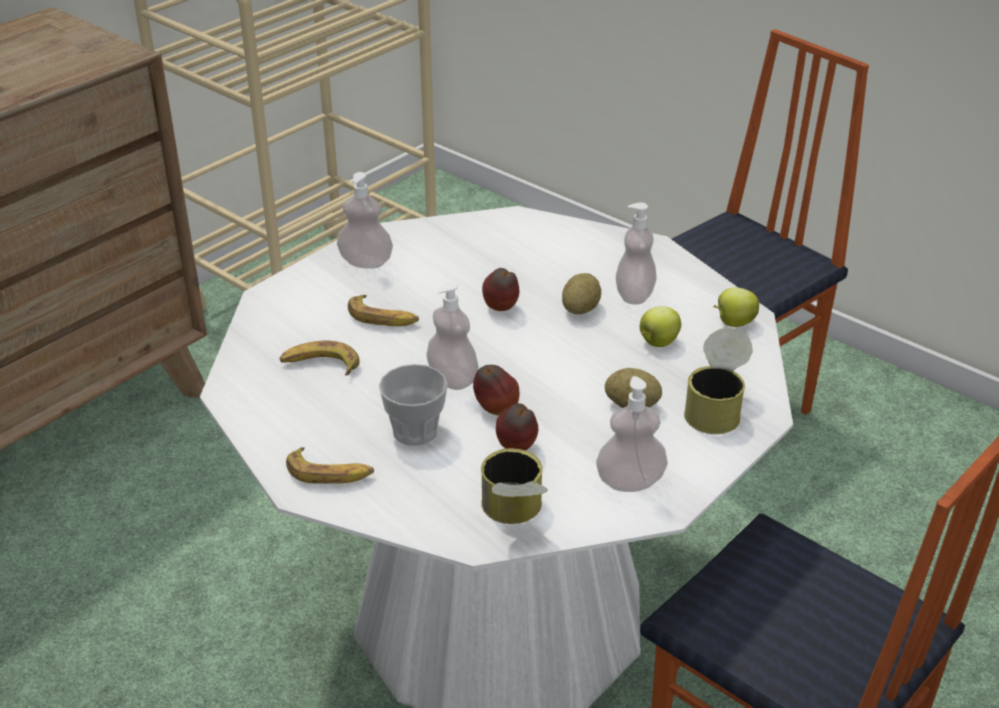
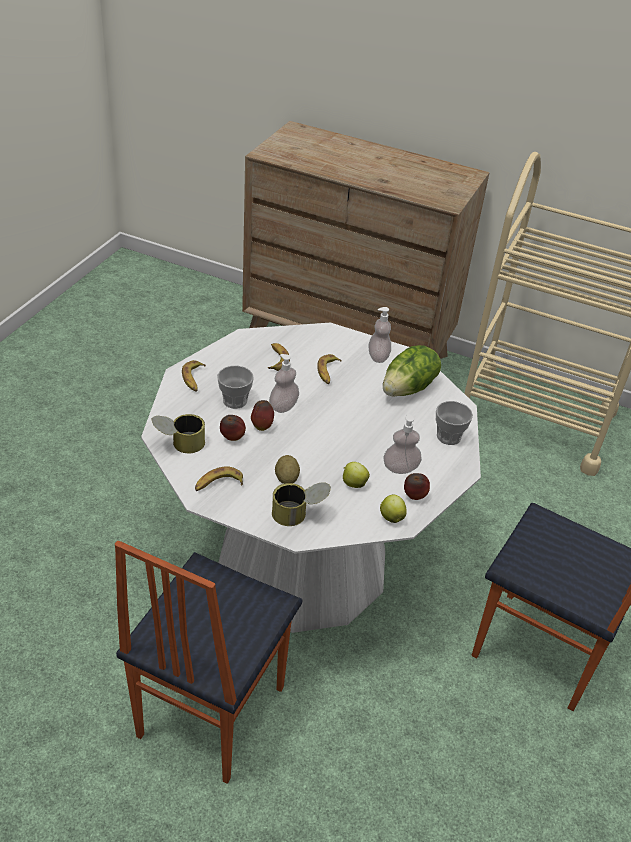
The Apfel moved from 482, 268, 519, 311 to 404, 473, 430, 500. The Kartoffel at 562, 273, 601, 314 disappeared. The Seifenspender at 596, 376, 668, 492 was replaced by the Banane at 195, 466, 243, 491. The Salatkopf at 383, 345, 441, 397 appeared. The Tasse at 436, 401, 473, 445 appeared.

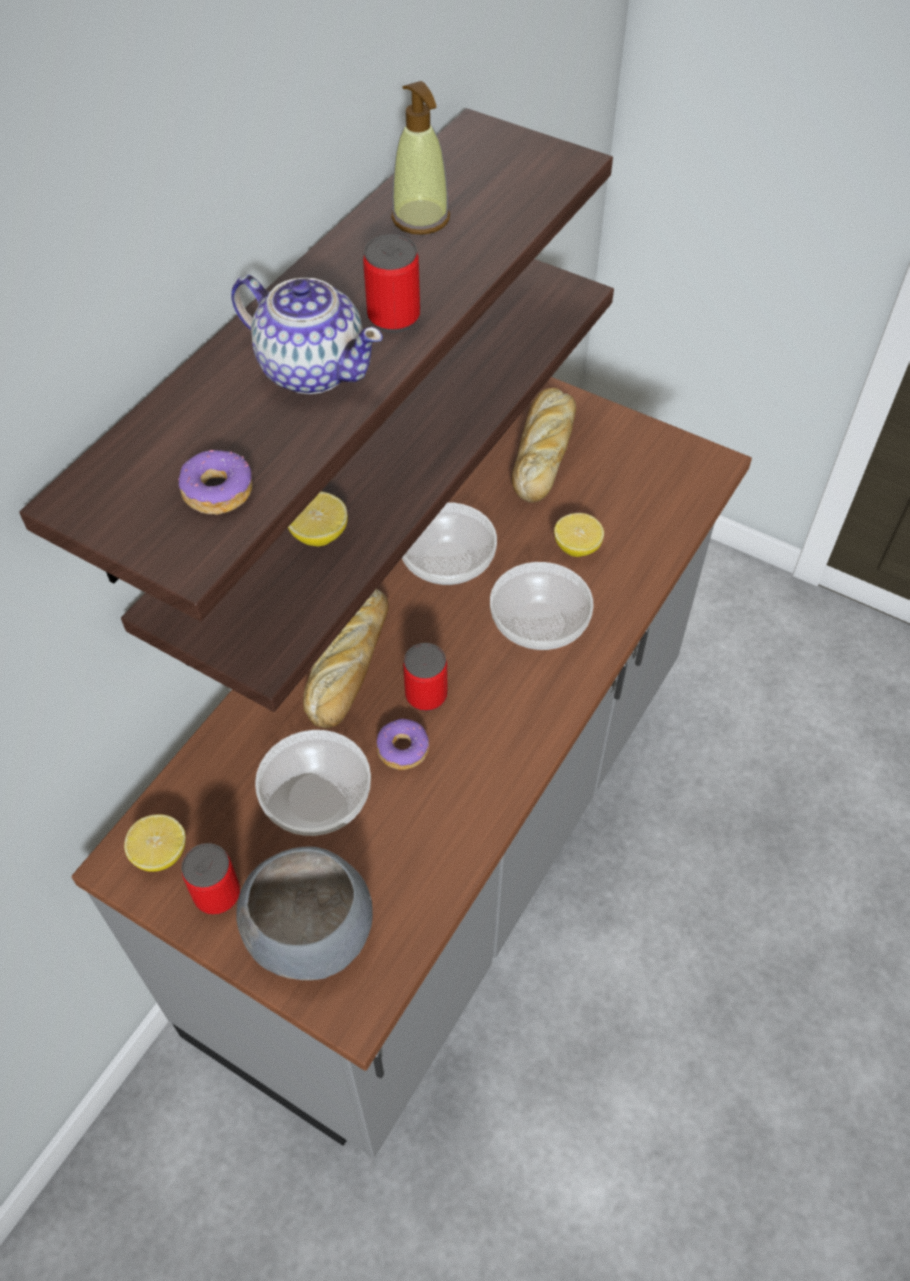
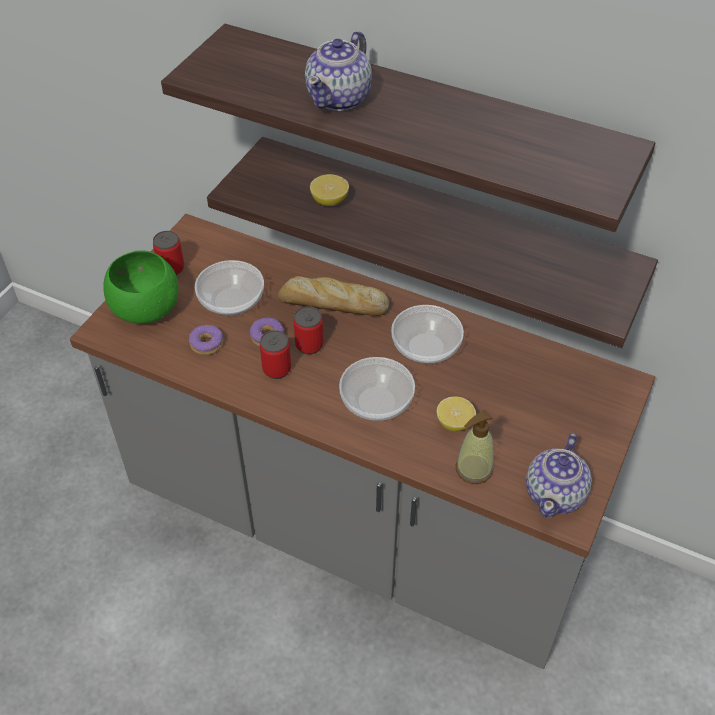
The Zitrone at 124, 814, 186, 872 disappeared. The Donut moved from 177, 450, 252, 515 to 189, 325, 223, 355. The Schüssel [grau] at 236, 847, 373, 980 became the Schüssel [grün] at 103, 250, 179, 324. The Dose moved from 363, 234, 420, 333 to 260, 330, 291, 379. The Seifenspender moved from 391, 81, 450, 235 to 456, 410, 494, 484. The Brot at 512, 388, 576, 503 disappeared. The Teekanne at 526, 433, 592, 518 appeared.

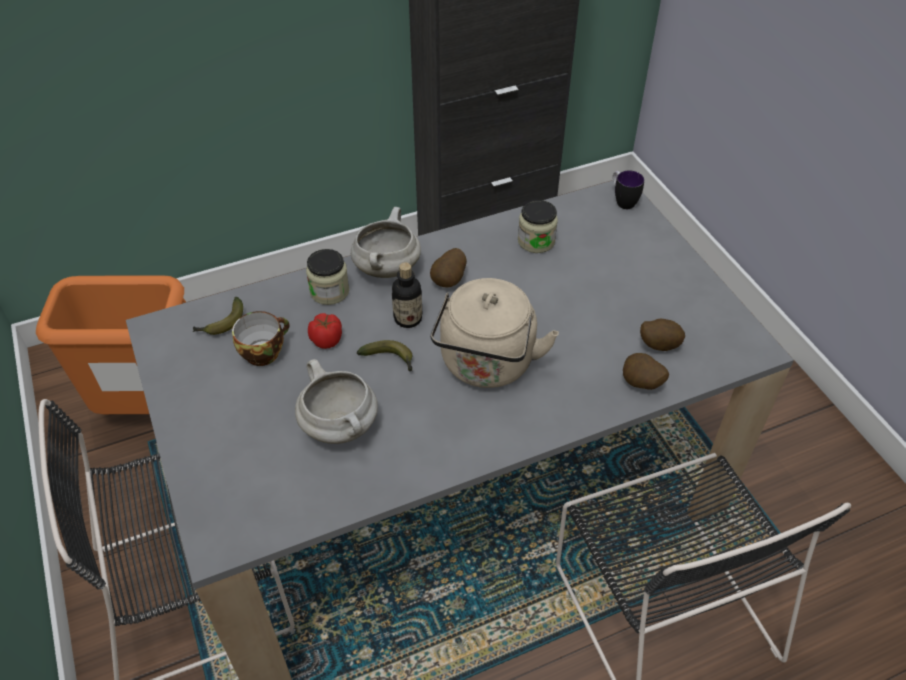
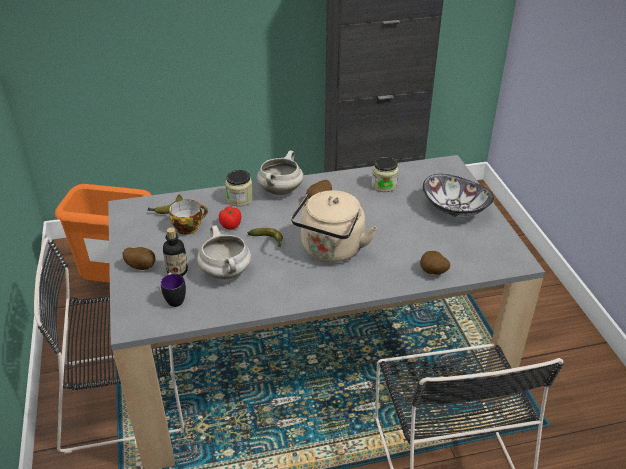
The Flasche moved from 392, 262, 422, 328 to 163, 227, 188, 276. The Henkelbecher moved from 613, 171, 644, 209 to 161, 273, 186, 307. The Kartoffel moved from 640, 319, 685, 351 to 122, 247, 156, 270. The Schüssel at 423, 174, 494, 217 appeared.

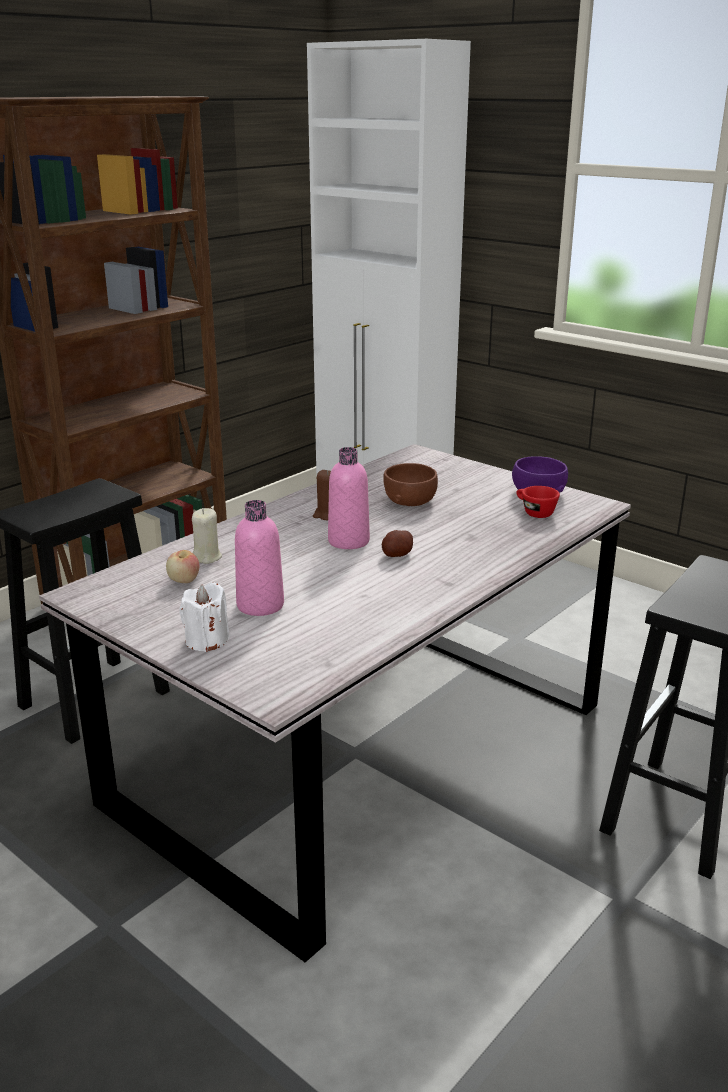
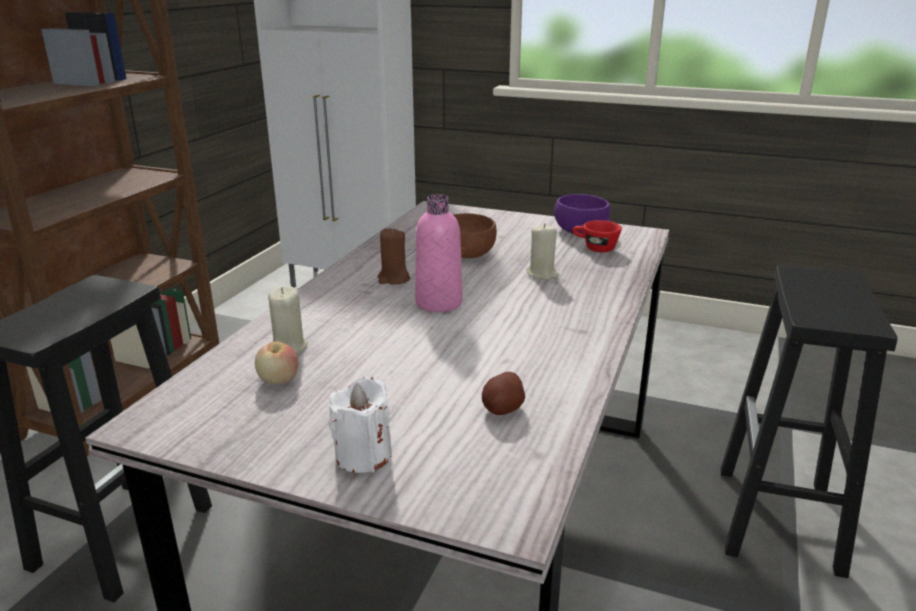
The Flasche [rosa] at 235, 500, 284, 616 disappeared. The Kartoffel moved from 382, 530, 413, 557 to 482, 372, 525, 415. The Kerze [beige] at 527, 223, 559, 280 appeared.

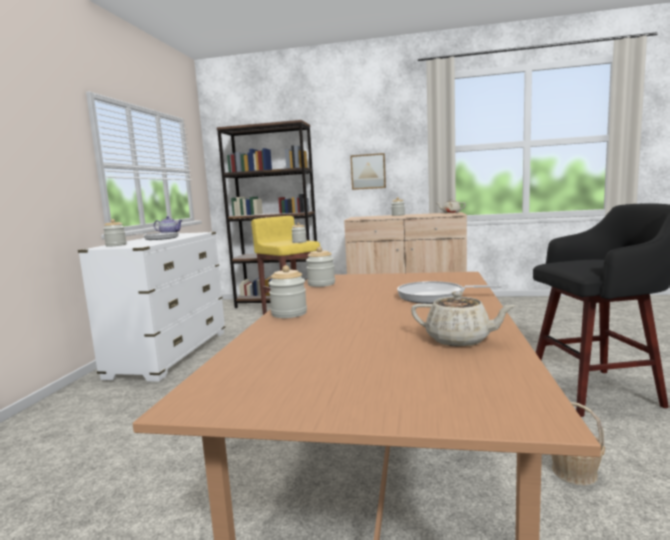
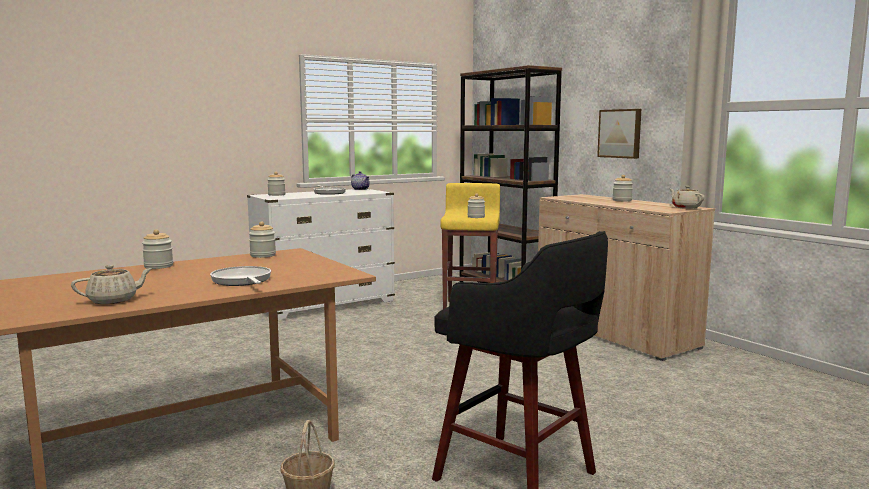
The Teekanne [beige] at 411, 291, 516, 347 turned 105 degrees counterclockwise.

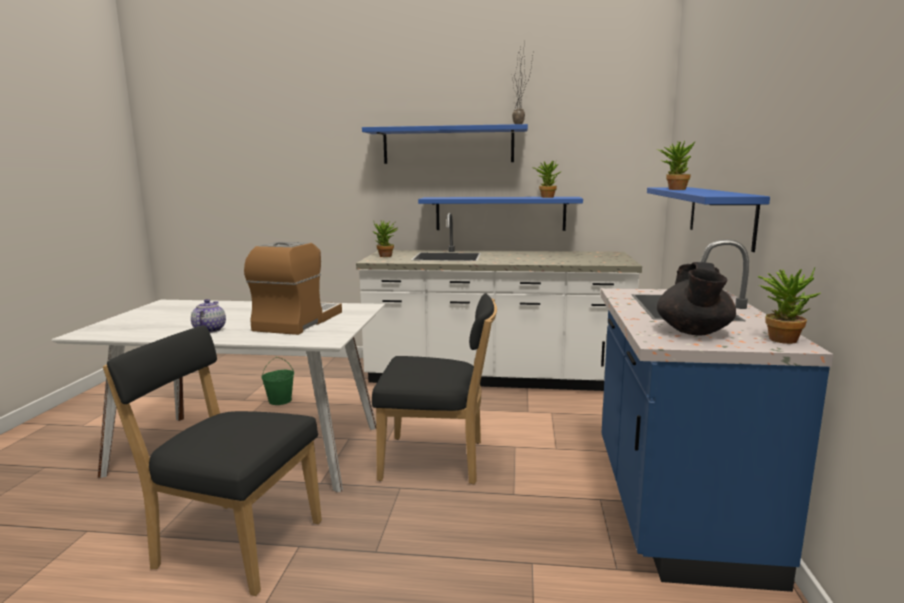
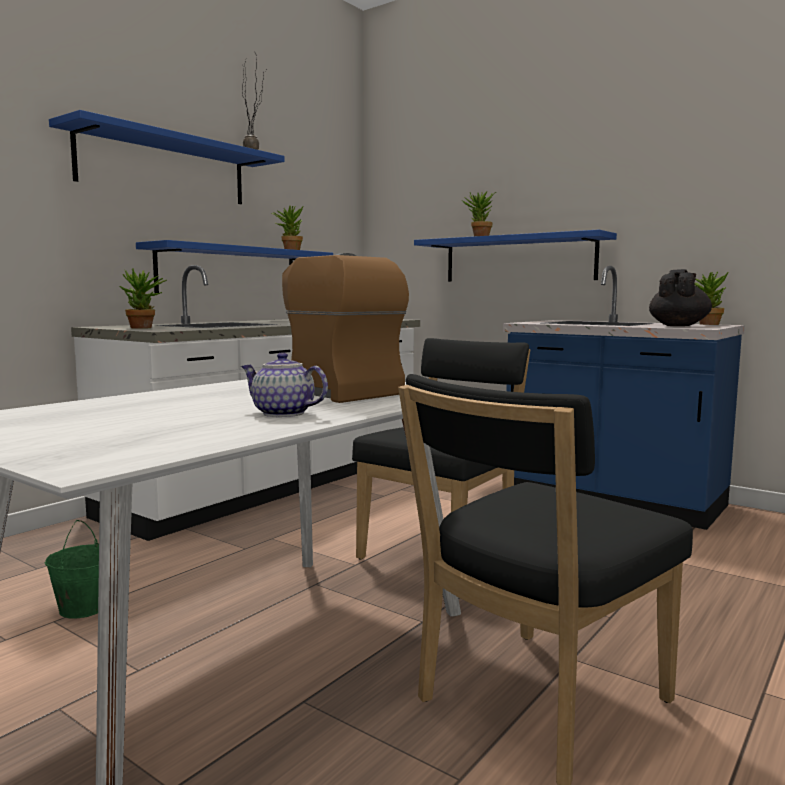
The Teekanne [schwarz] at 657, 262, 736, 336 turned 105 degrees counterclockwise.

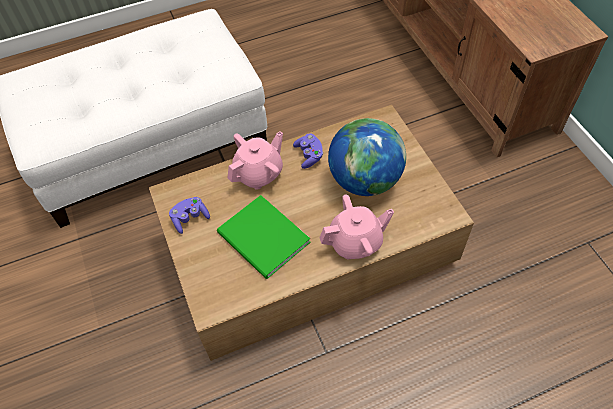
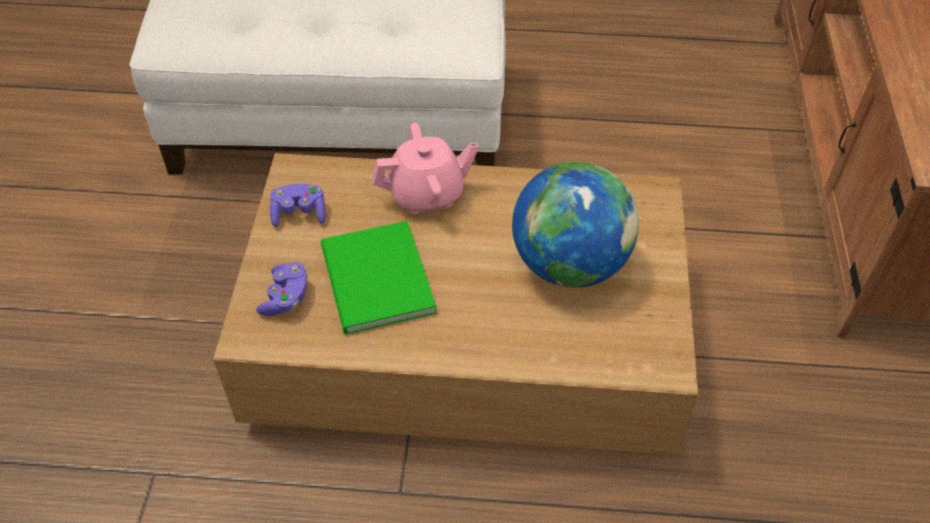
The Gamepad [lila] moved from 293, 133, 323, 169 to 256, 262, 308, 316. The Teekanne [rosa] at 319, 195, 394, 259 disappeared.

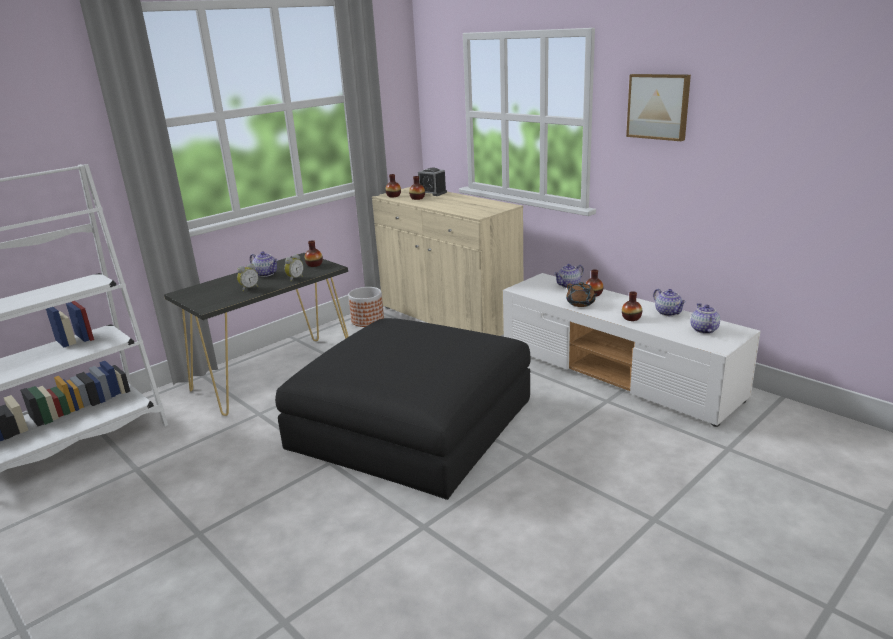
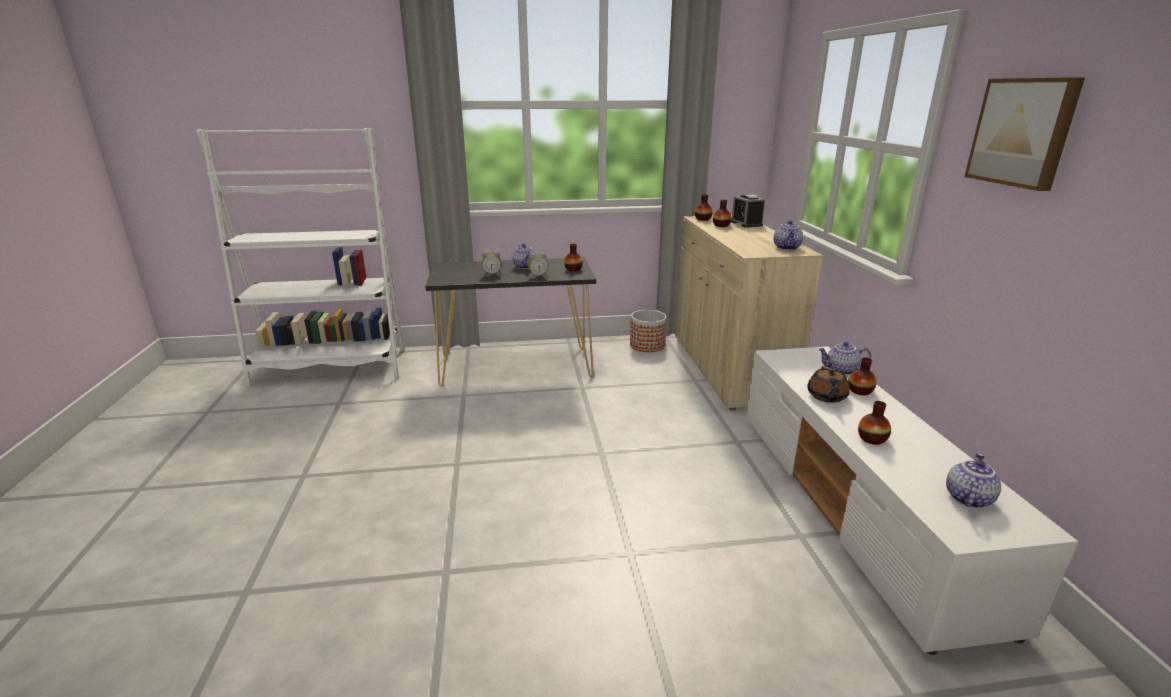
The Polsterhocker [schwarz] at 275, 318, 531, 500 disappeared. The Teekanne moved from 653, 289, 686, 316 to 774, 220, 803, 250.

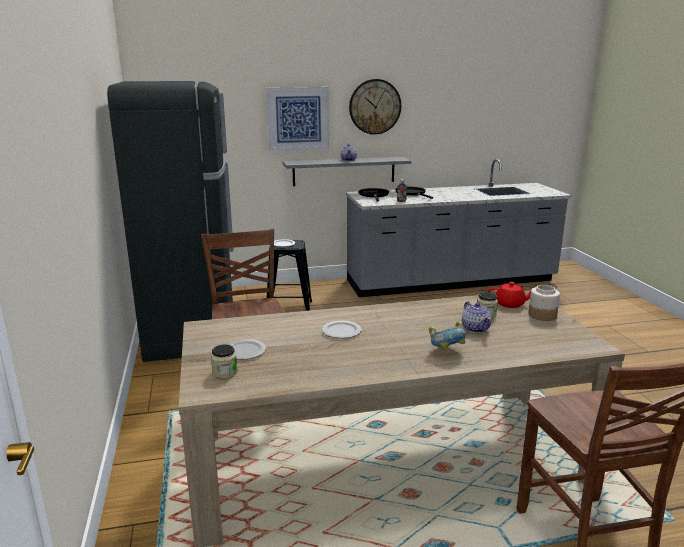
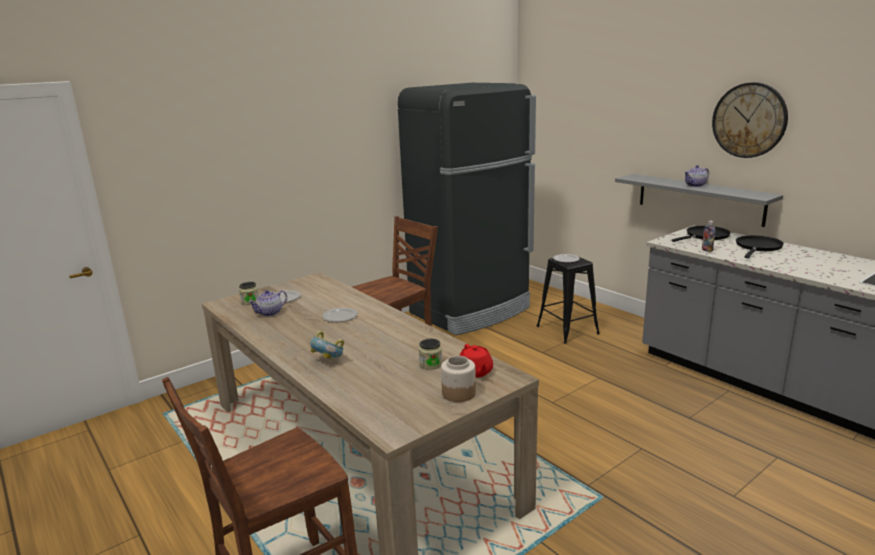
The Bild at 266, 87, 329, 151 disappeared. The Teekanne moved from 462, 301, 492, 333 to 248, 290, 287, 317.

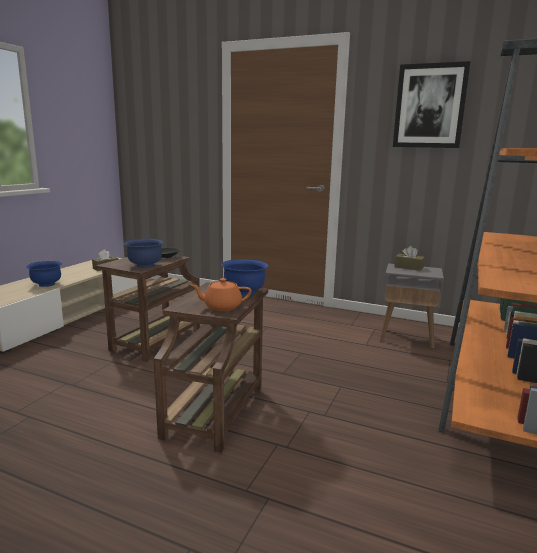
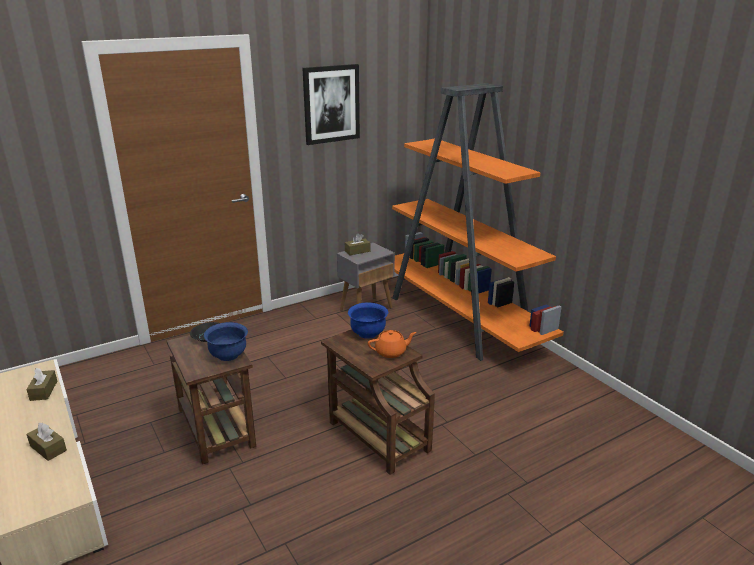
The Schüssel [blau] at 26, 261, 62, 287 was replaced by the Taschentuchbox [braun] at 26, 423, 67, 461. The Teekanne [orange] at 191, 278, 252, 311 turned 135 degrees counterclockwise.

